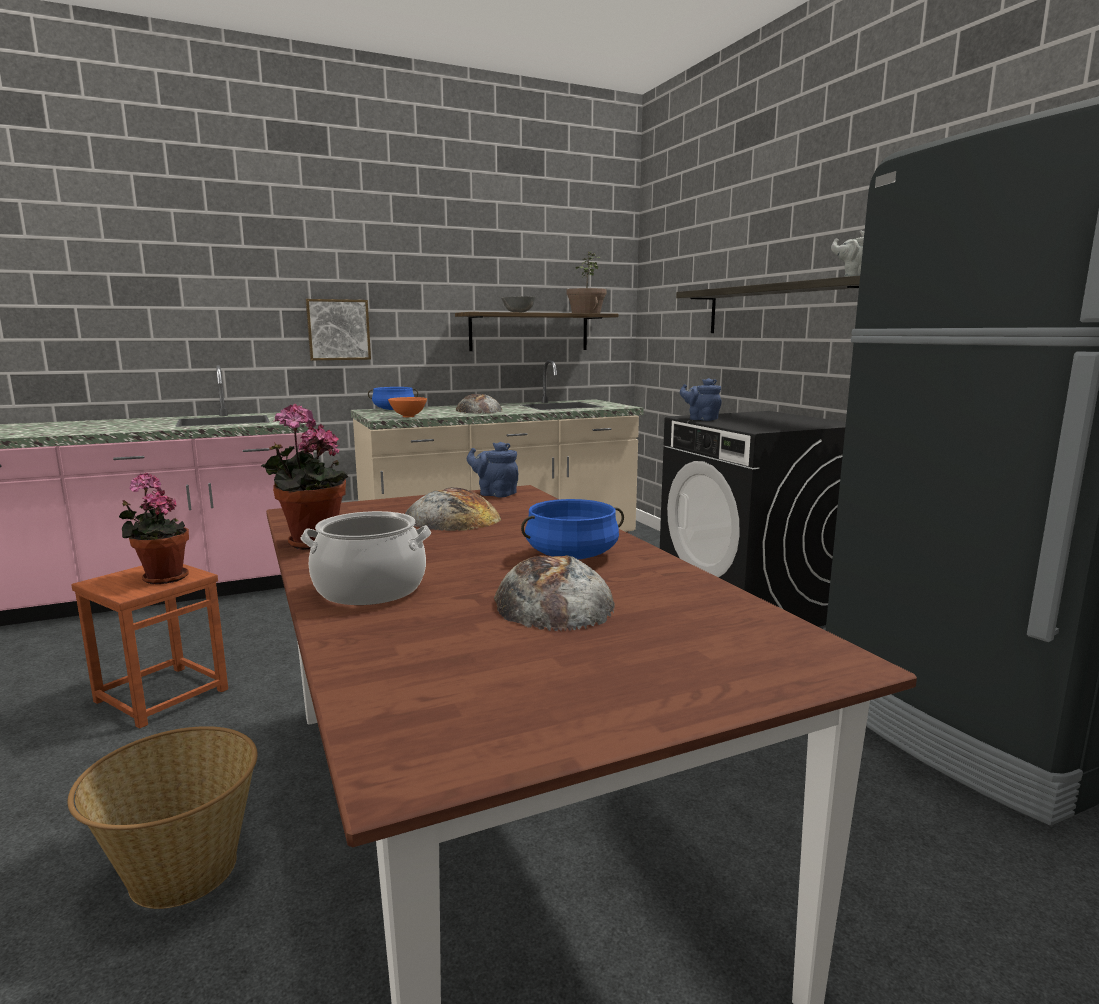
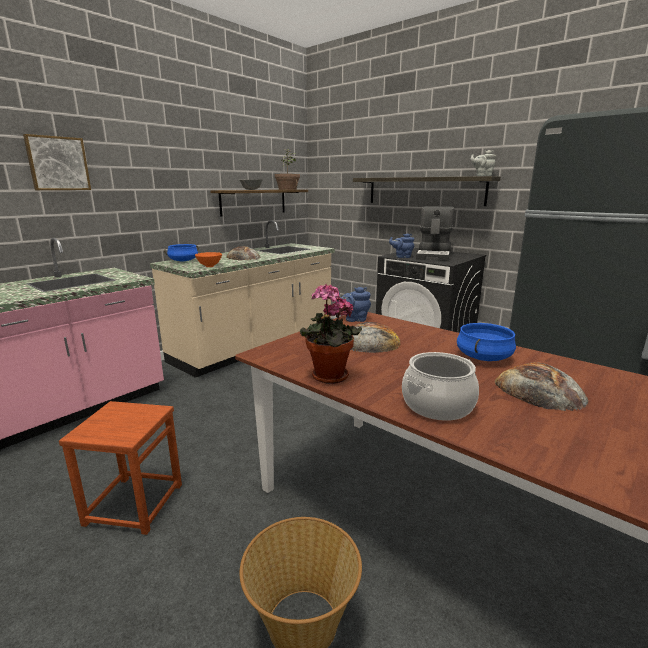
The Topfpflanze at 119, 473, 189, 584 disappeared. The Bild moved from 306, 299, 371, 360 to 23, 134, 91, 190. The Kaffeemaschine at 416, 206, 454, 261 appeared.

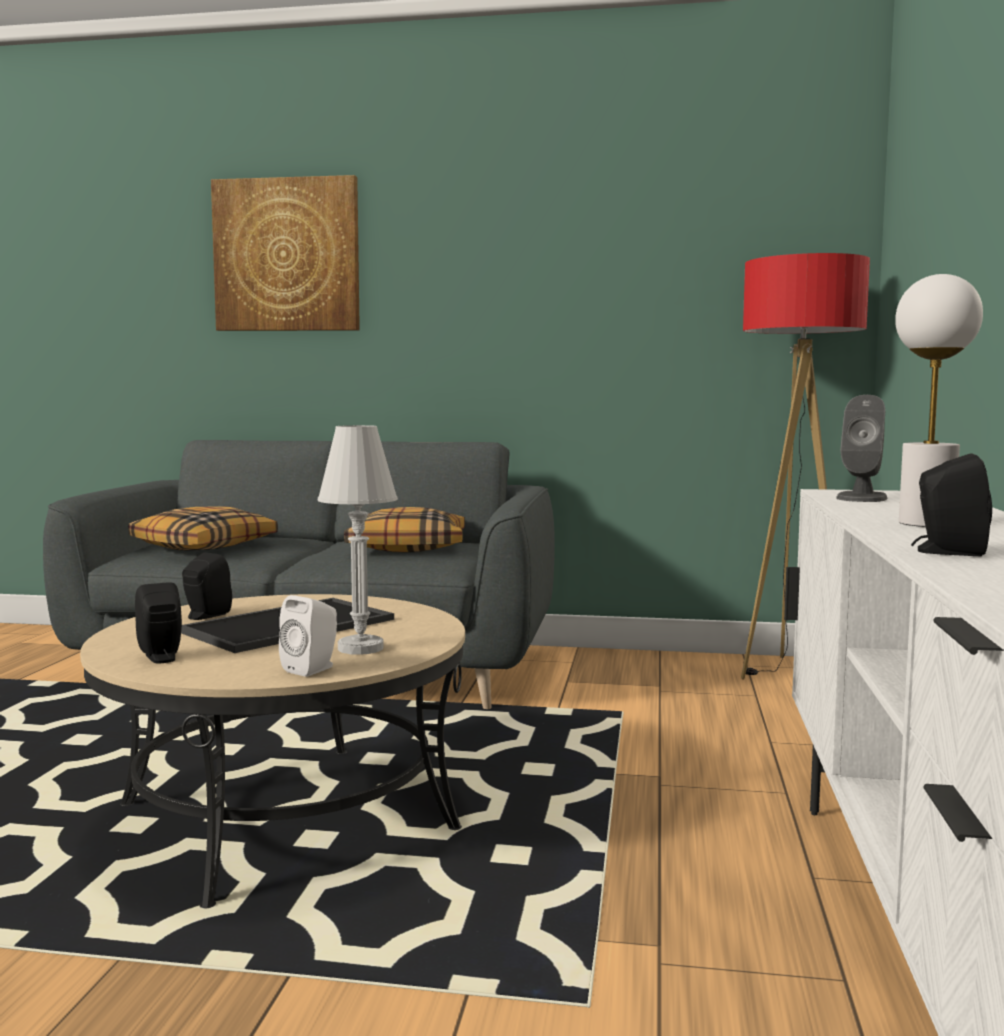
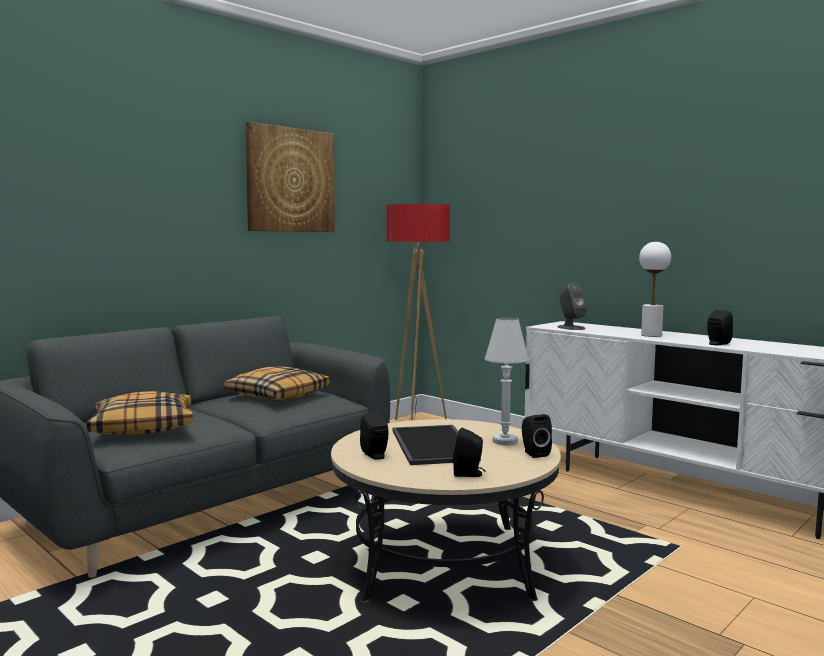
The Bild moved from 211, 175, 360, 331 to 246, 122, 335, 232. The Lautsprecher [weiß] at 279, 595, 337, 677 became the Lautsprecher [schwarz] at 522, 414, 552, 458.

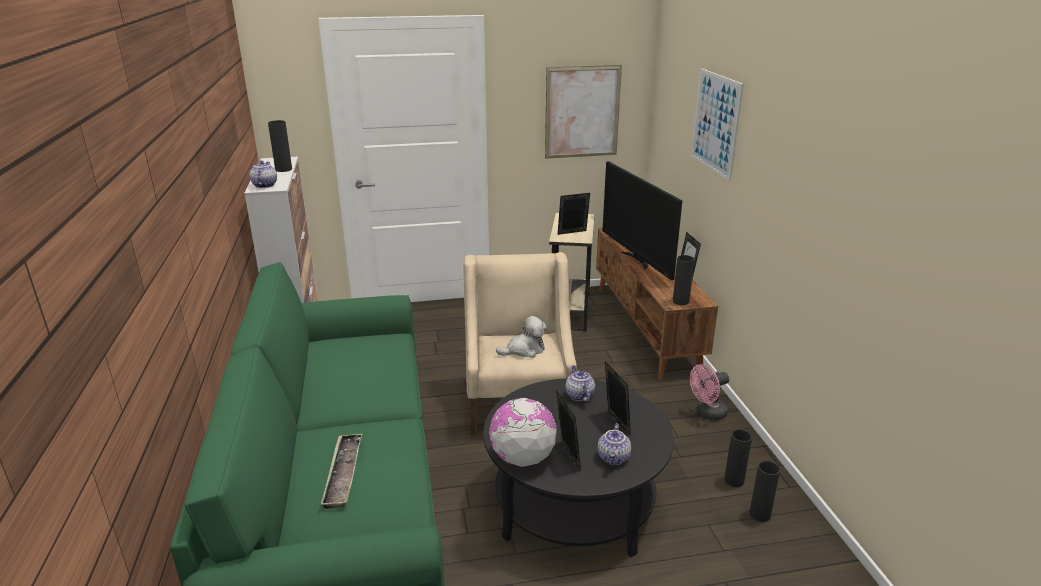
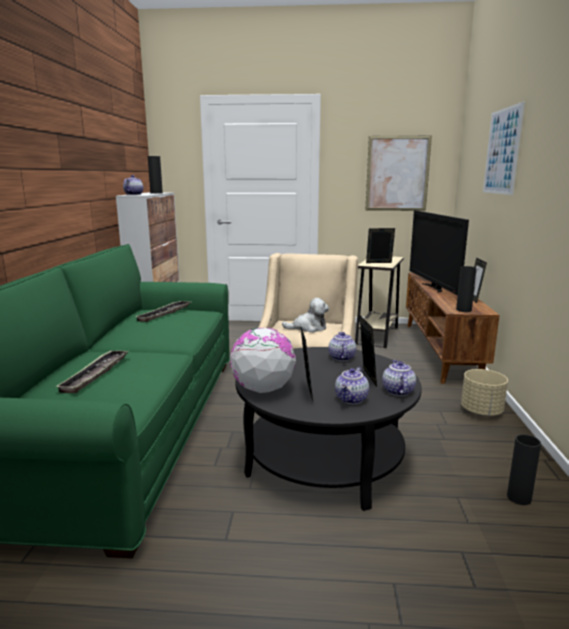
The Ventilator [rosa] at 690, 364, 729, 421 was replaced by the Pflanzkübel [beige] at 461, 369, 508, 416. The Vase [schwarz] at 724, 429, 752, 487 disappeared. The Tablett at 135, 300, 191, 322 appeared. The Teekanne at 382, 360, 416, 396 appeared.

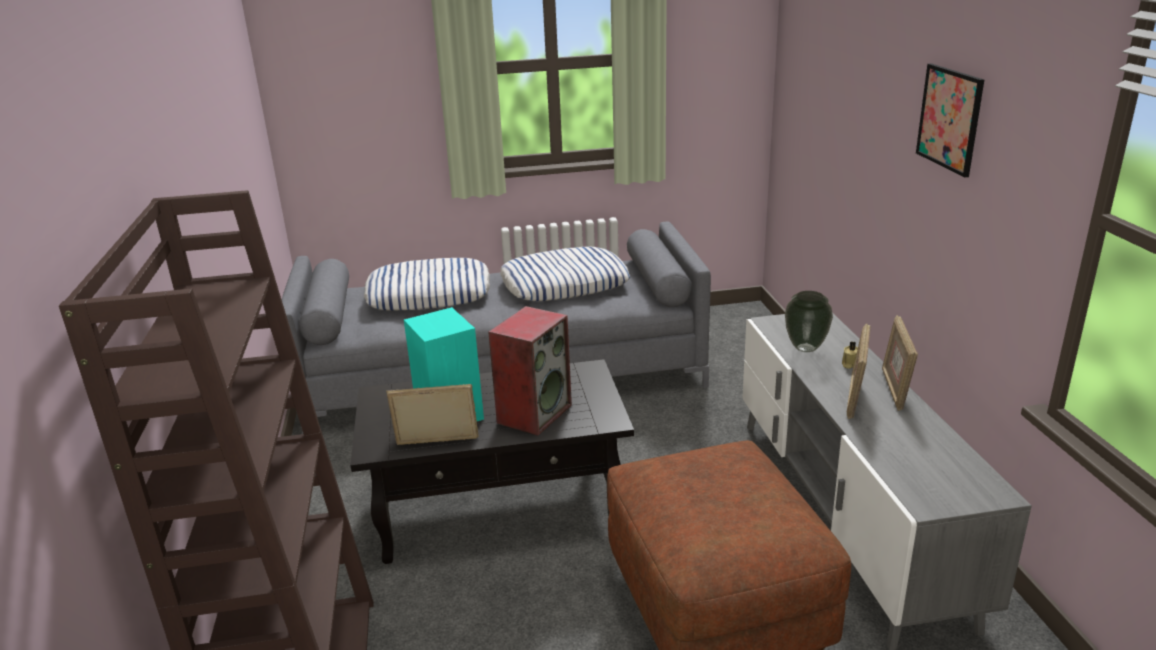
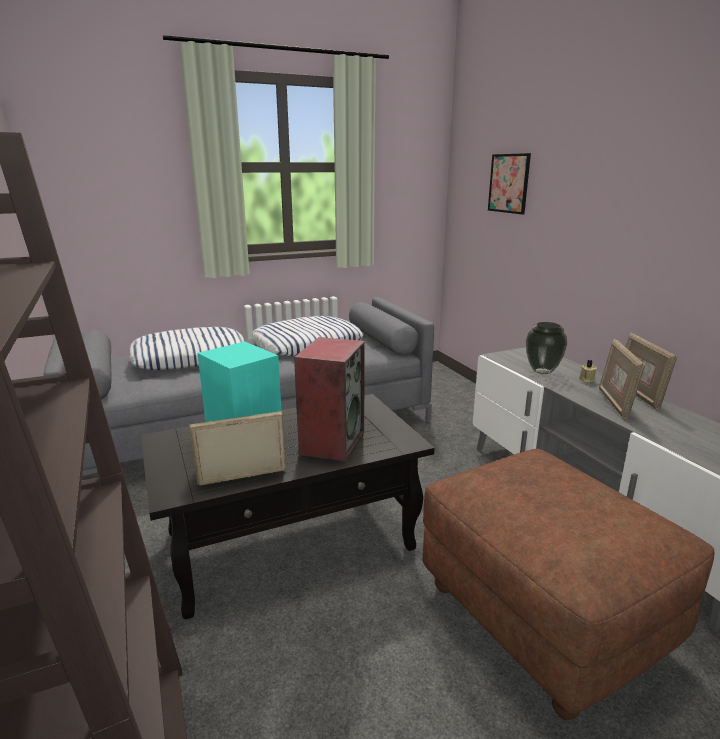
The Bild moved from 916, 63, 984, 177 to 488, 153, 531, 214.

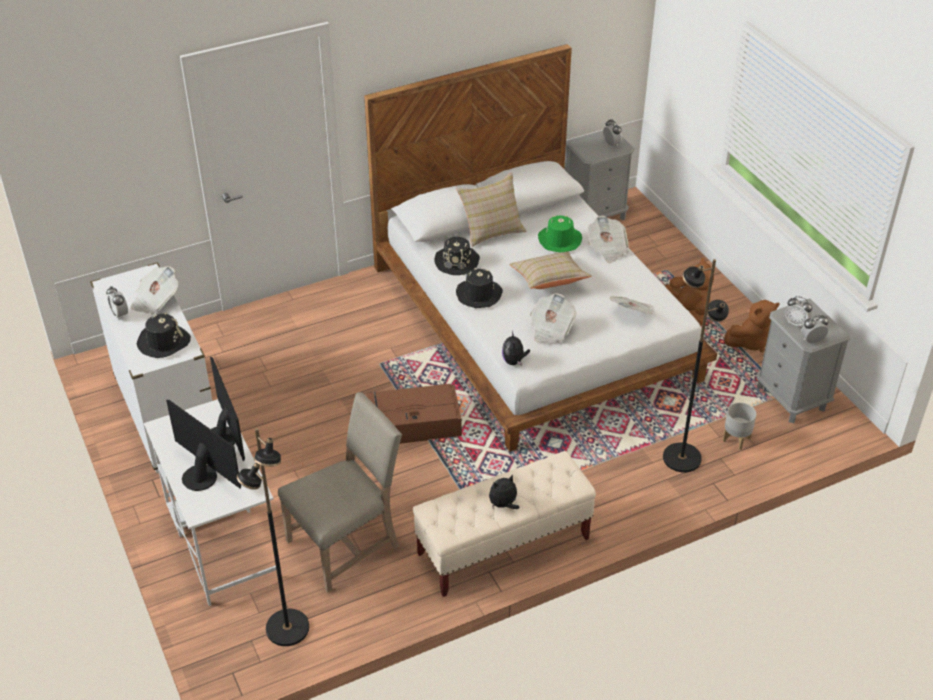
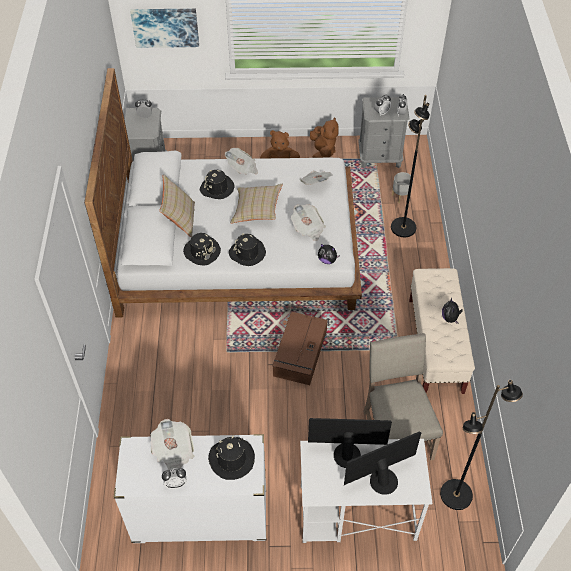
The Hut [grün] at 538, 215, 582, 252 became the Hut [schwarz] at 200, 170, 235, 199. The Bild at 130, 9, 199, 48 appeared.

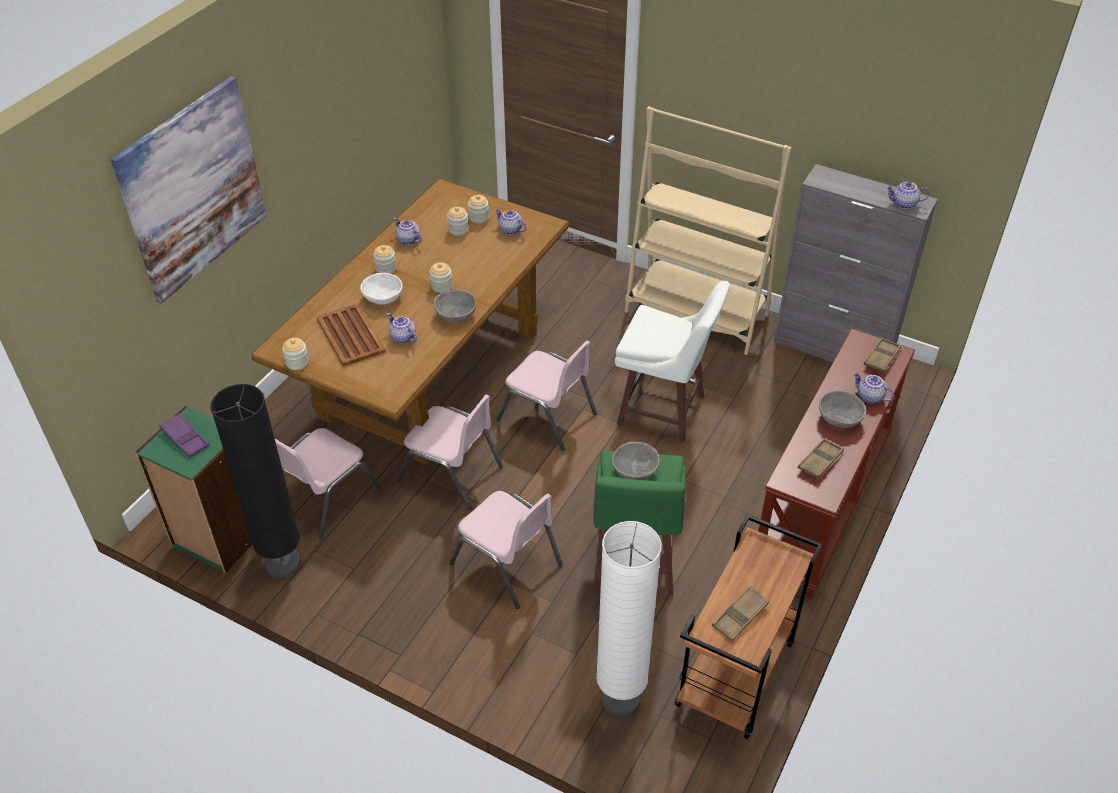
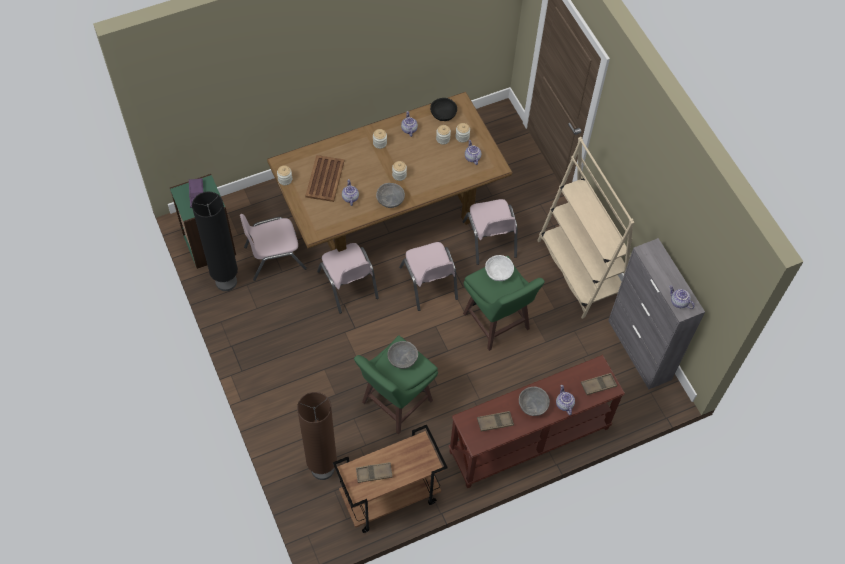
The Bild at 111, 76, 267, 304 disappeared. The Schüssel [weiß] moved from 360, 273, 403, 305 to 485, 255, 514, 281. The Stuhl [rosa] moved from 449, 491, 563, 609 to 462, 199, 517, 265. The Stehlampe [weiß] at 596, 521, 662, 717 became the Stehlampe [braun] at 297, 392, 337, 480. The Hocker [weiß] at 615, 281, 730, 443 became the Hocker [grün] at 463, 256, 545, 351. The Schüssel [schwarz] at 430, 98, 457, 121 appeared.

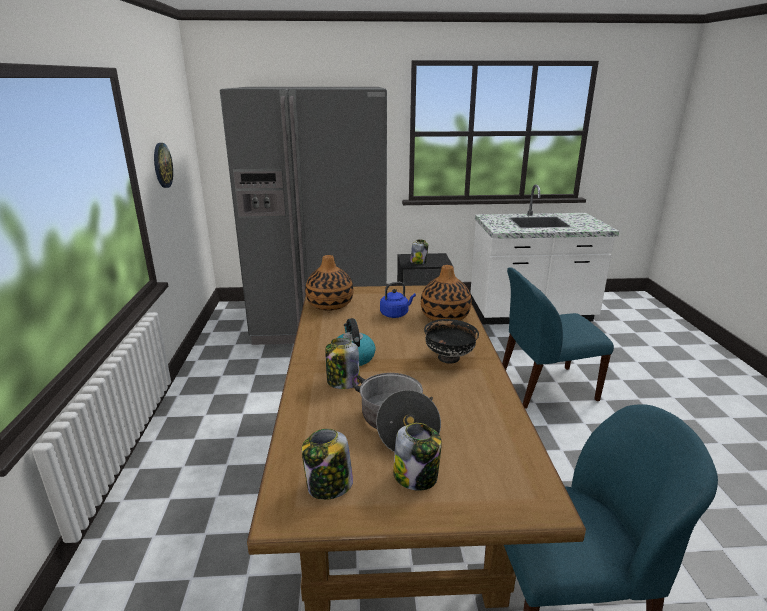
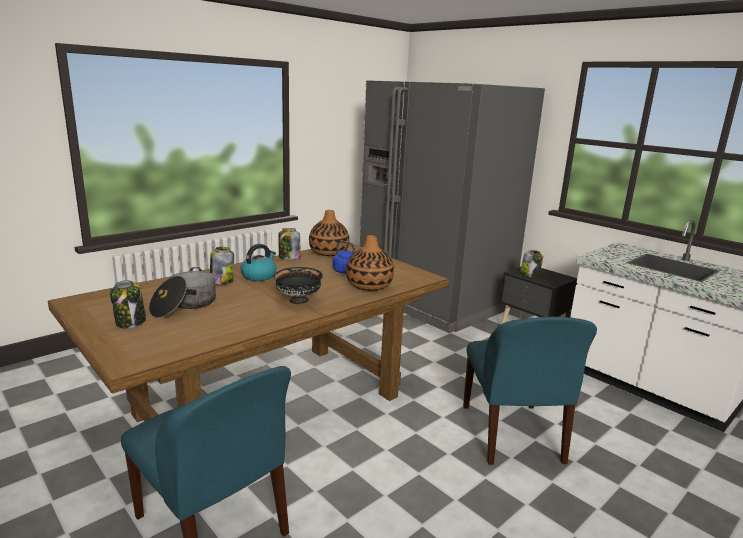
The Wanduhr at 154, 143, 173, 188 disappeared. The Vorratsglas moved from 302, 429, 353, 500 to 278, 228, 301, 259. The Stuhl [blau] at 502, 267, 614, 409 turned 135 degrees counterclockwise.

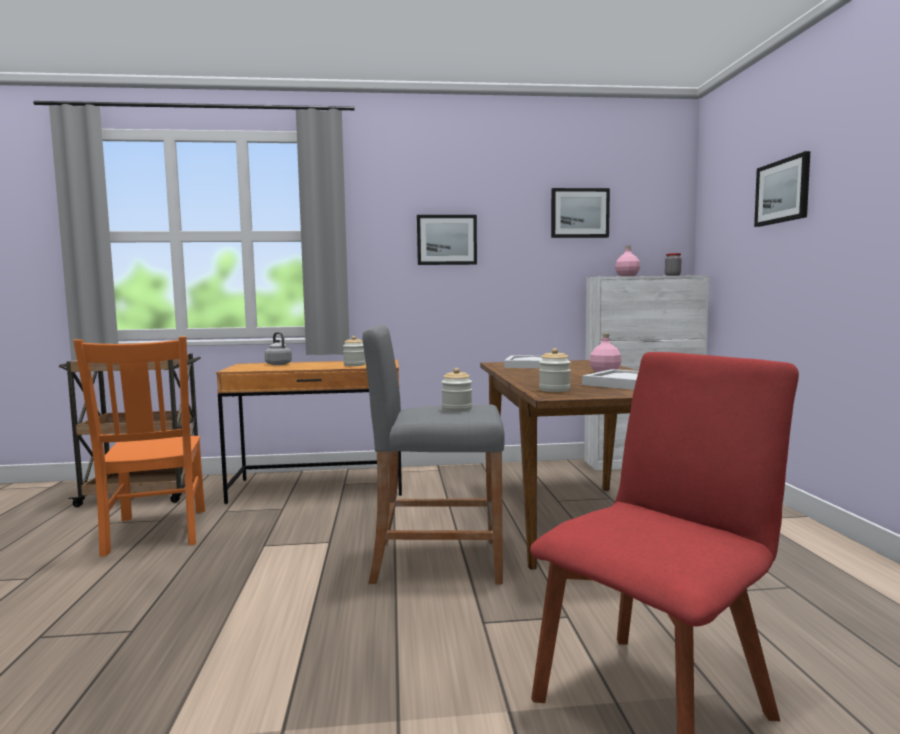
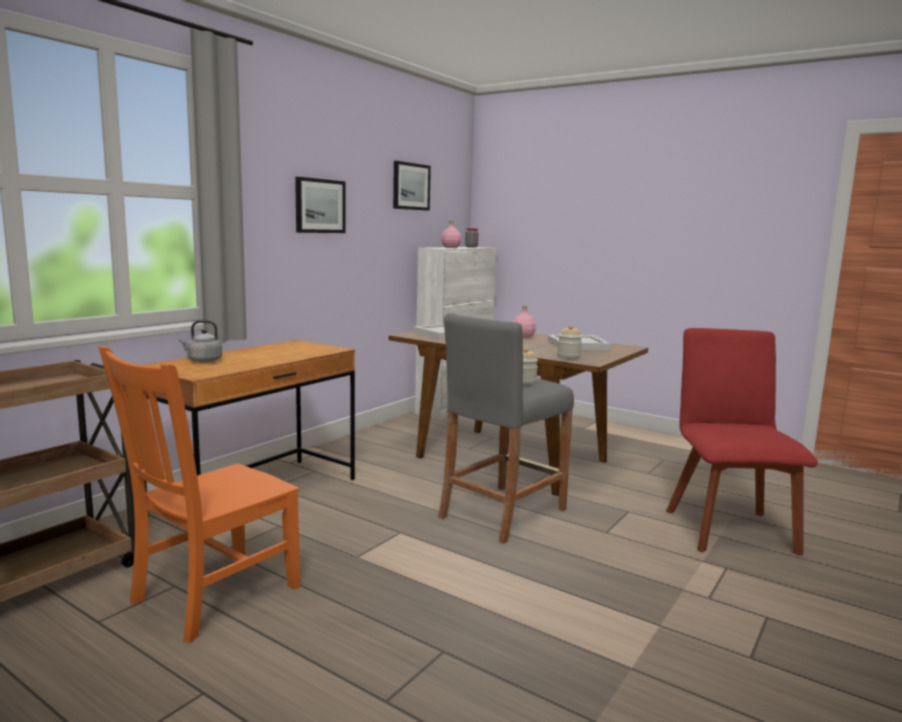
The Stuhl [orange] at 73, 336, 205, 556 turned 105 degrees clockwise. The Vorratsglas at 343, 336, 365, 366 disappeared. The Bild at 754, 151, 810, 227 disappeared.

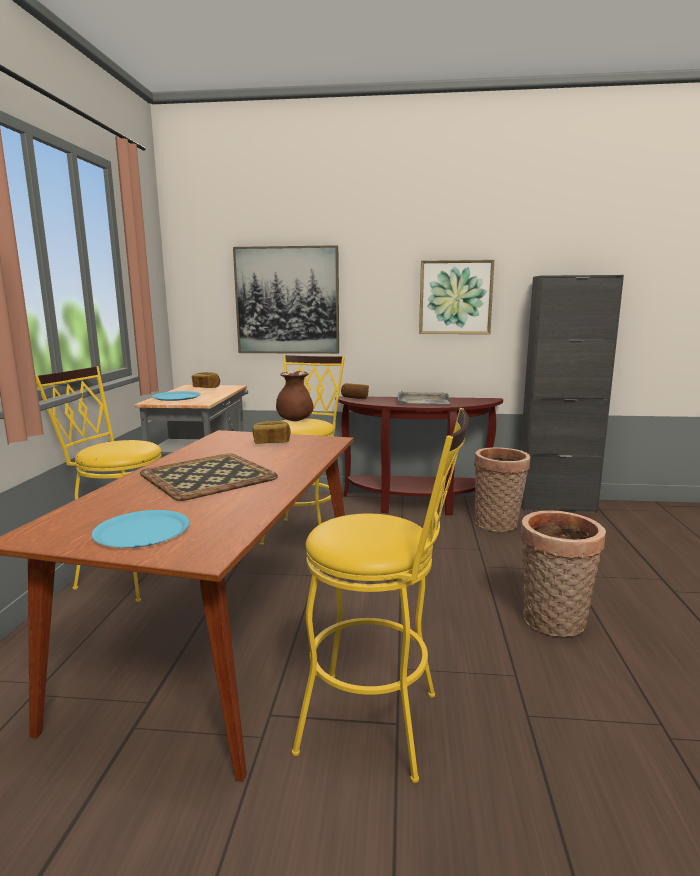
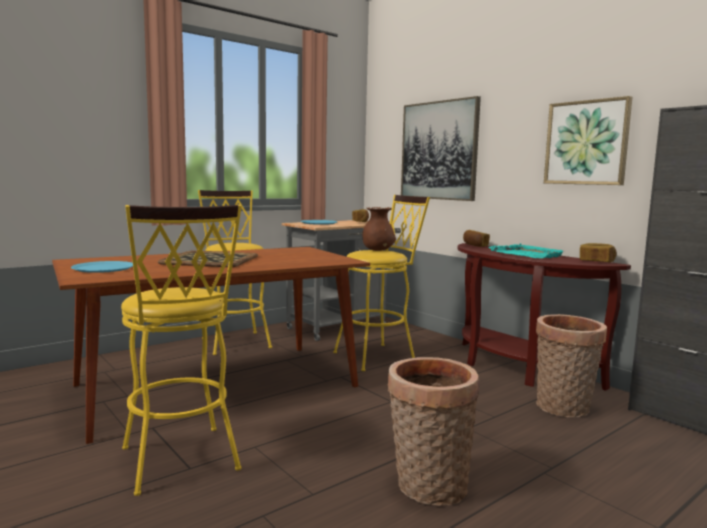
The Brot moved from 253, 421, 291, 444 to 580, 243, 617, 262. The Tablett [grau] at 397, 391, 450, 404 became the Tablett [türkis] at 488, 243, 563, 258.

